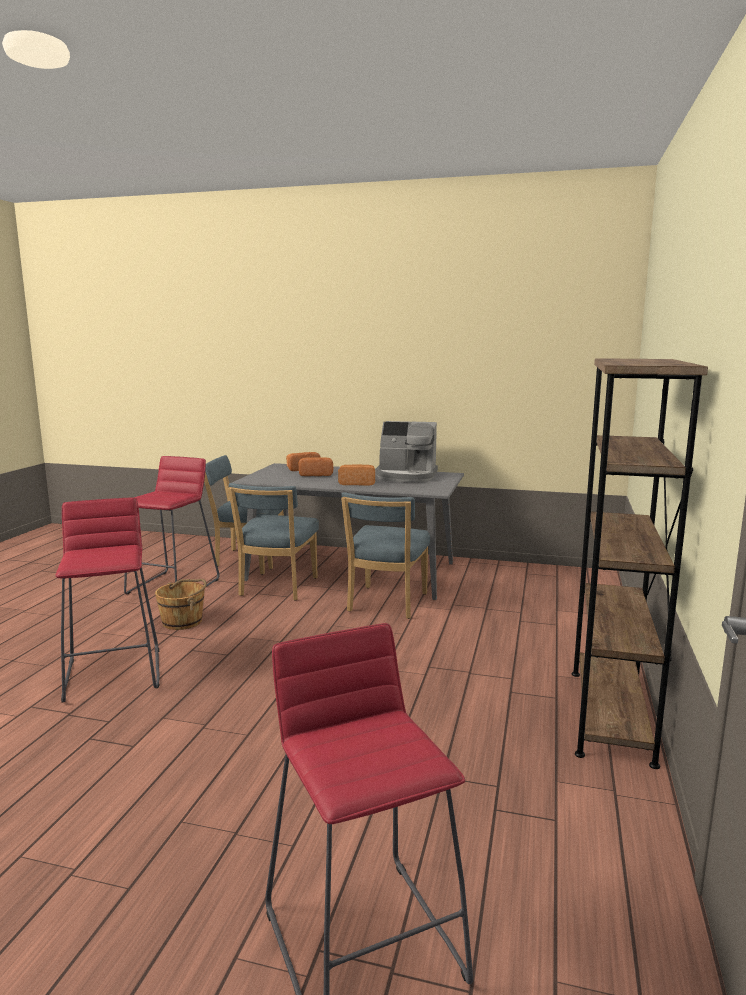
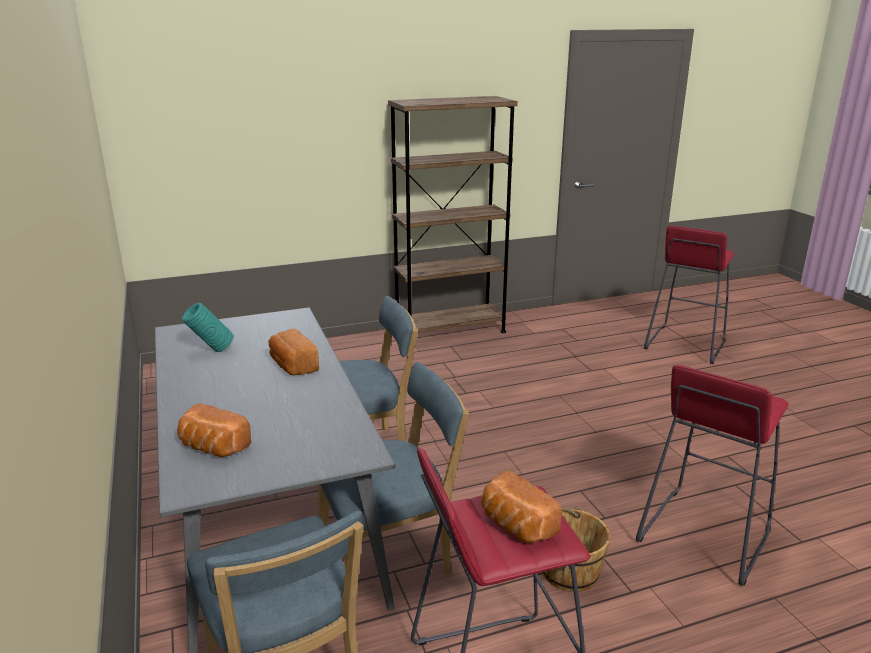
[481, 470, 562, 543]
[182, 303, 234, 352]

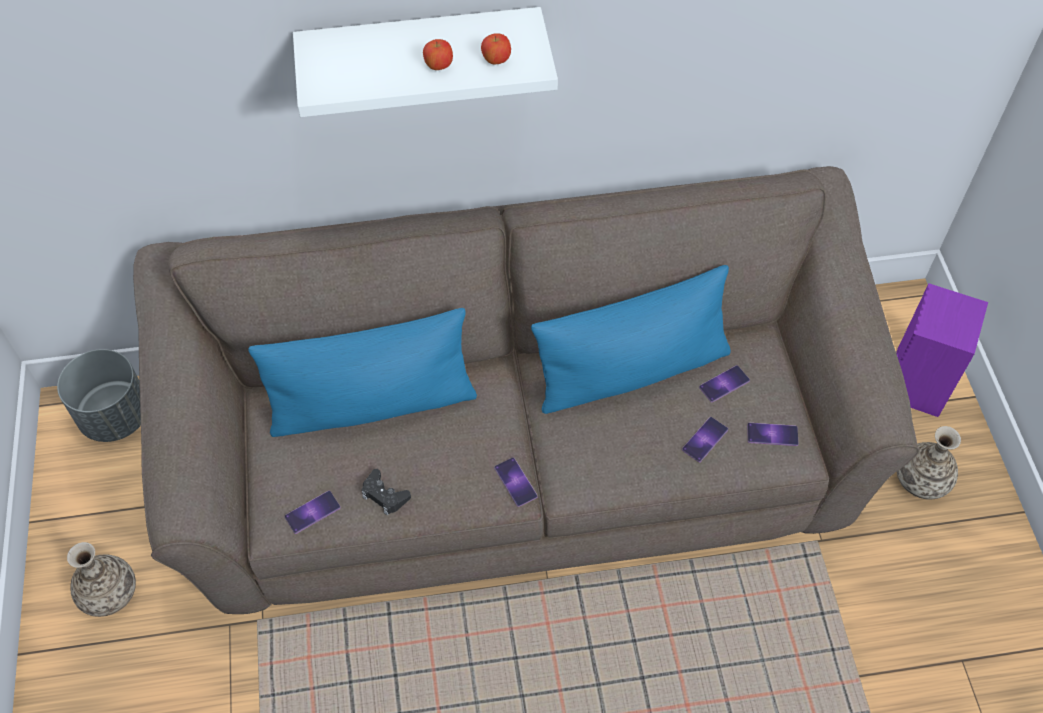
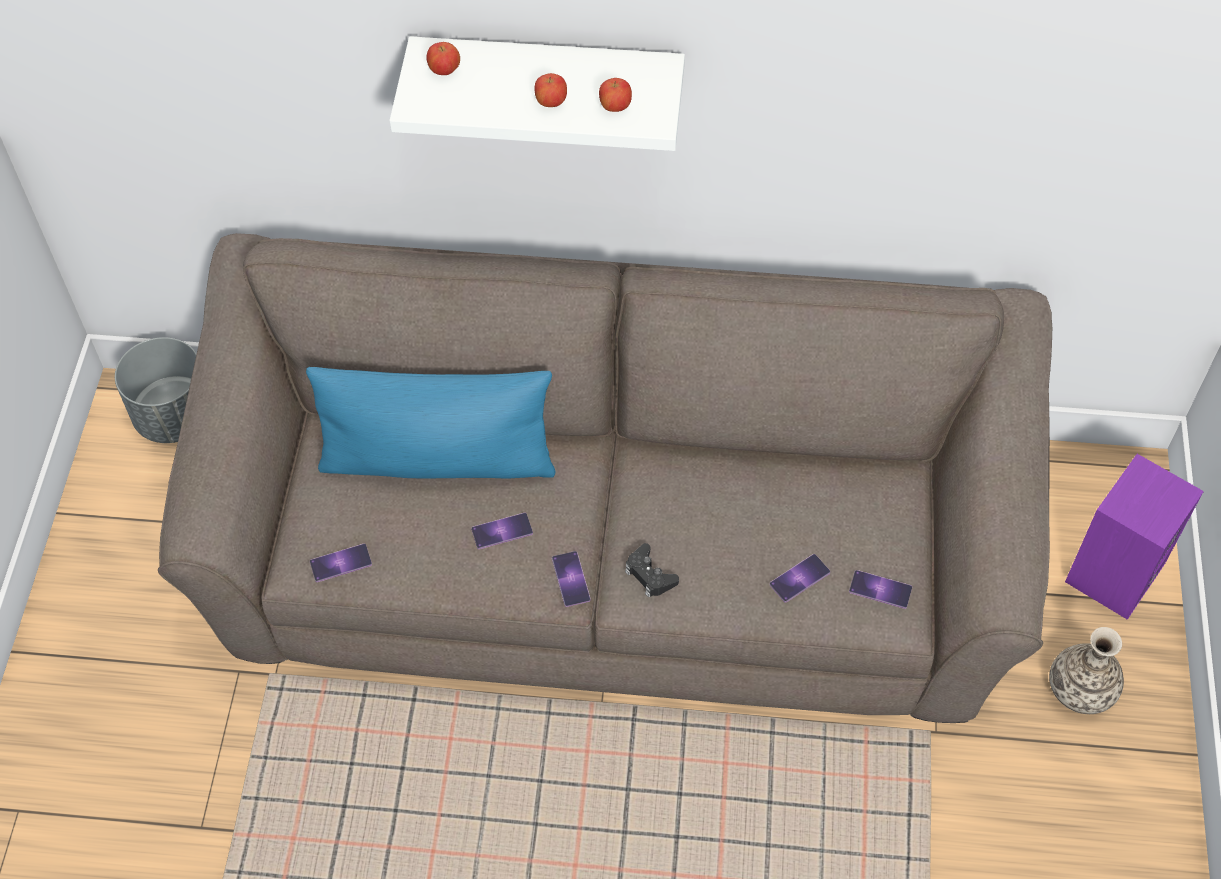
[67, 542, 136, 617] (first image)
[625, 543, 679, 597]
[531, 265, 731, 414] (first image)
[471, 513, 533, 549]
[426, 42, 460, 75]

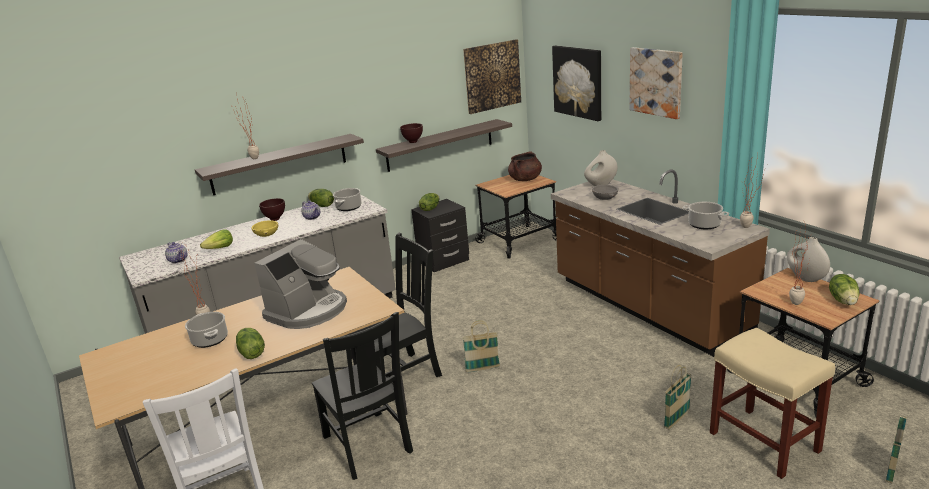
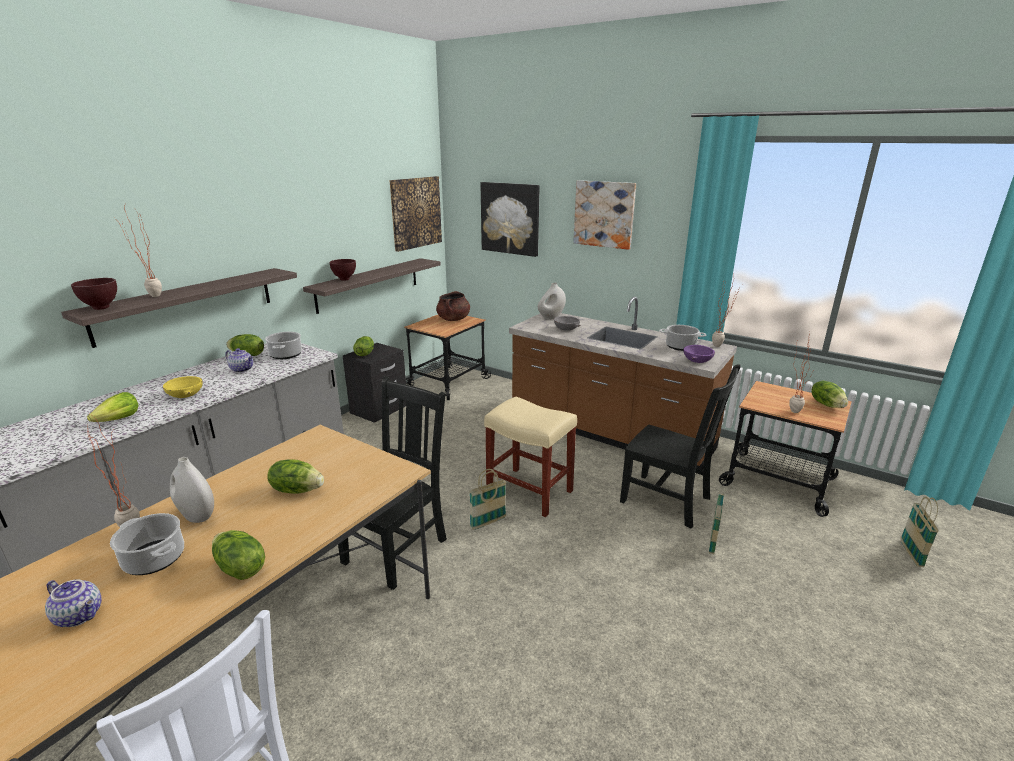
[45, 579, 102, 627]
[267, 459, 324, 494]
[71, 278, 117, 310]
[620, 364, 741, 529]
[484, 397, 577, 517]
[170, 457, 214, 523]
[683, 345, 715, 363]

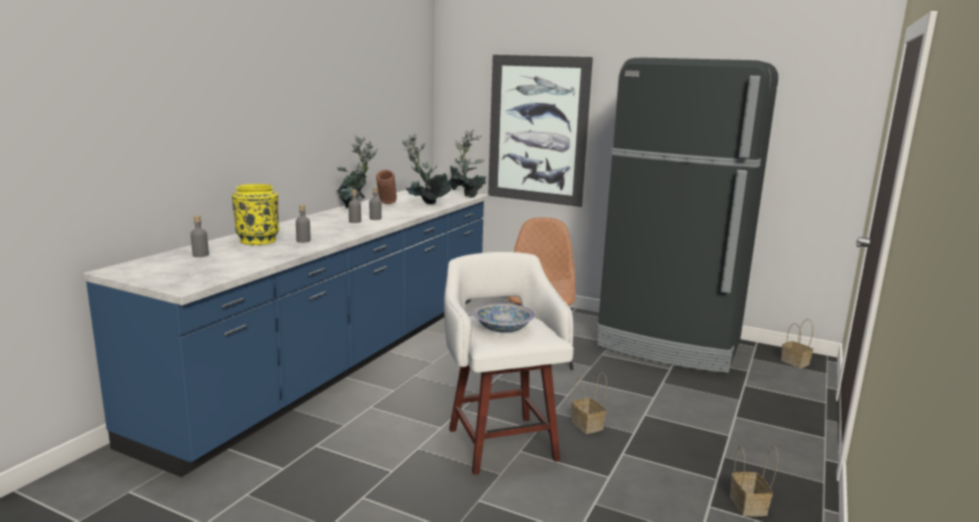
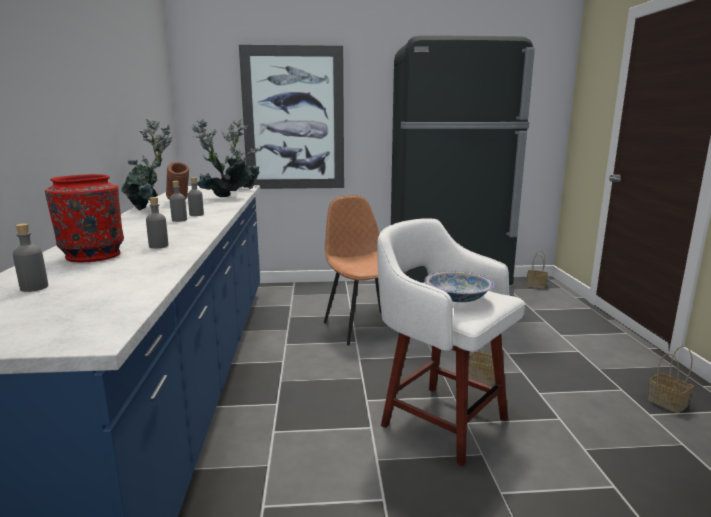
[45, 174, 124, 262]

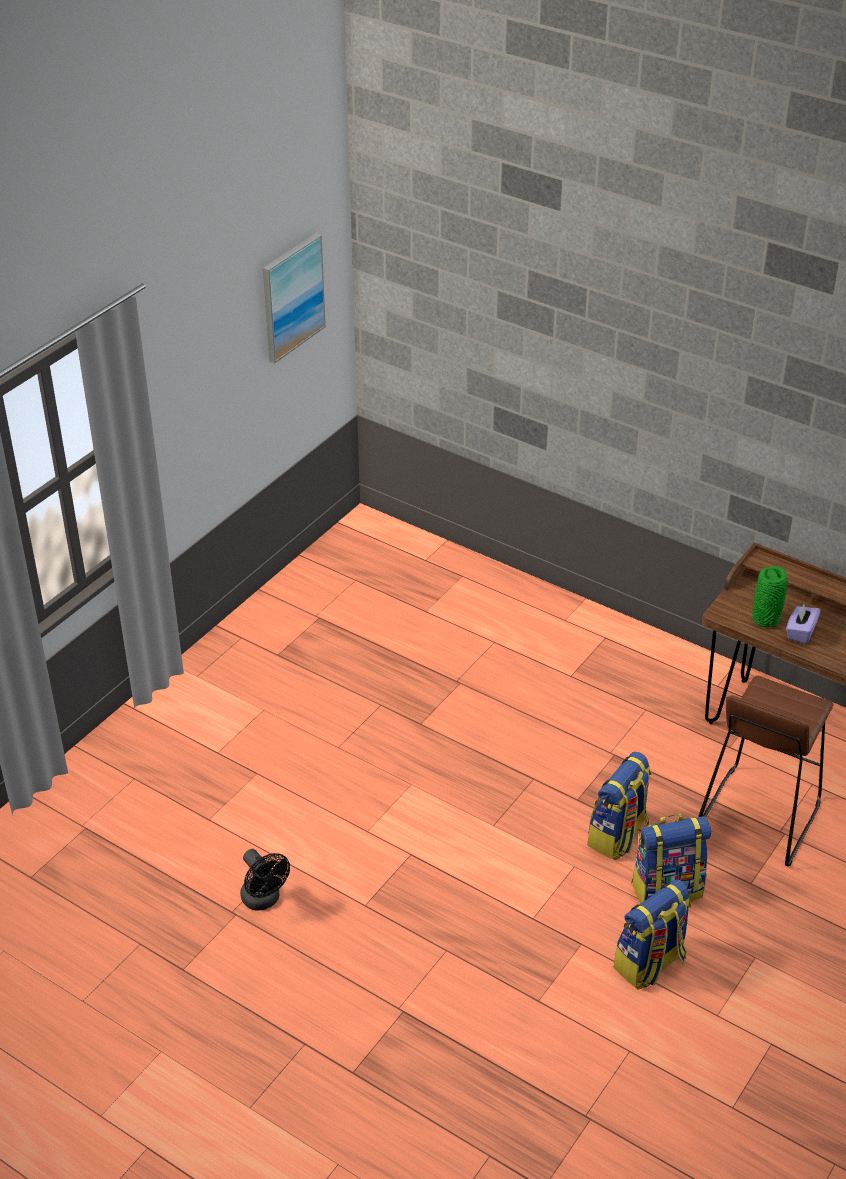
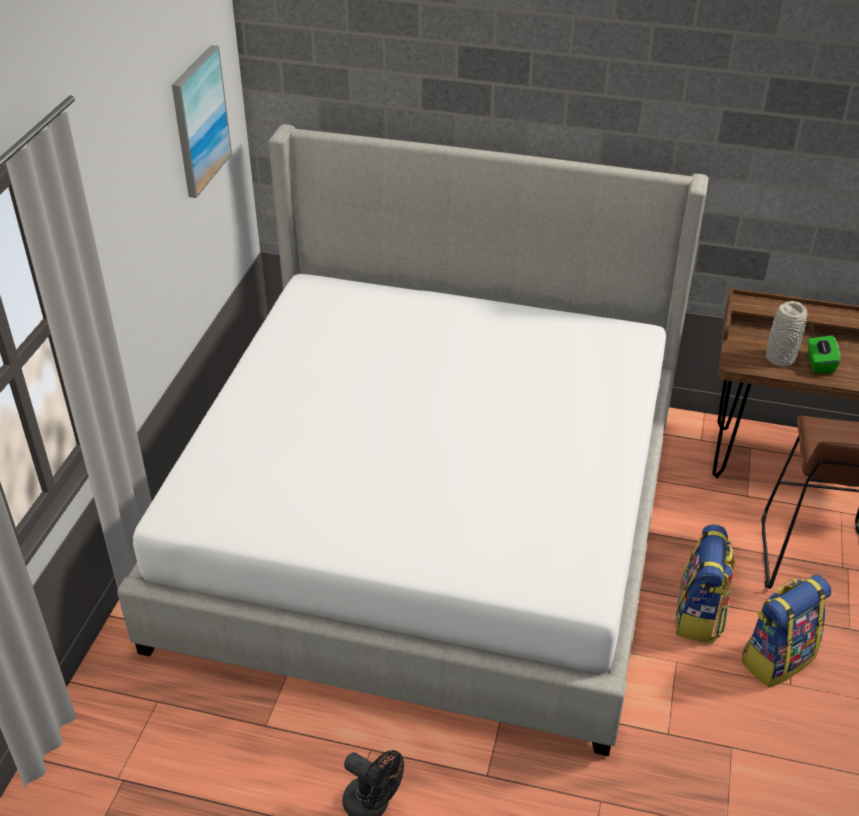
[614, 879, 691, 990] (first image)
[766, 301, 807, 367]
[808, 335, 841, 374]
[117, 124, 709, 756]

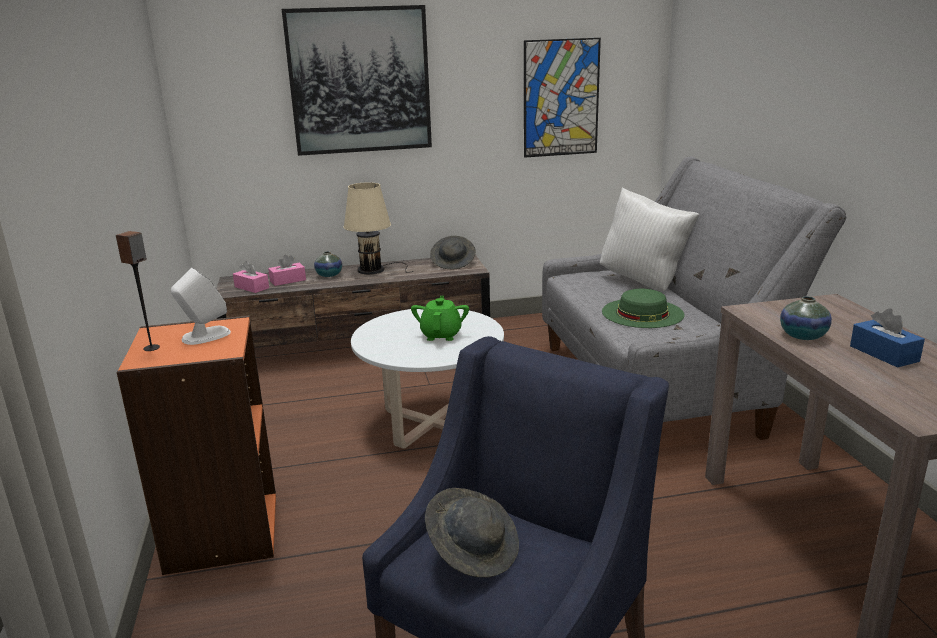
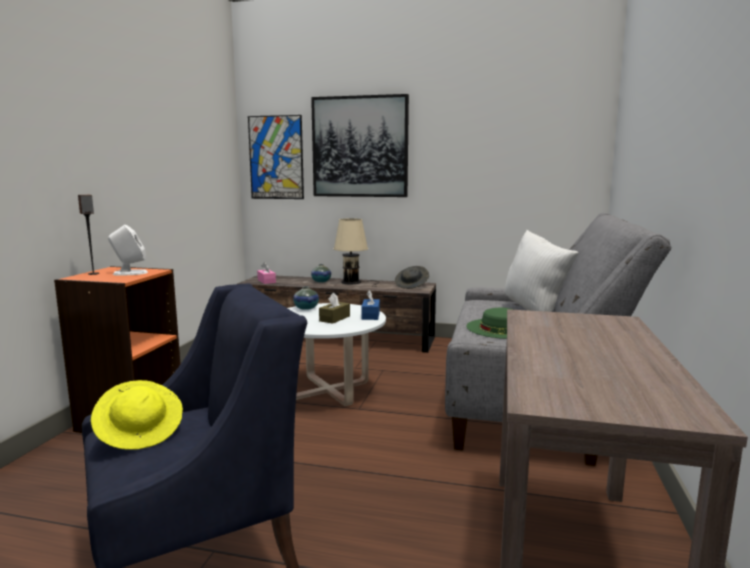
[268, 255, 306, 286] (first image)
[319, 292, 350, 324]
[91, 380, 183, 450]
[248, 115, 304, 199]
[293, 286, 319, 310]
[361, 290, 380, 320]

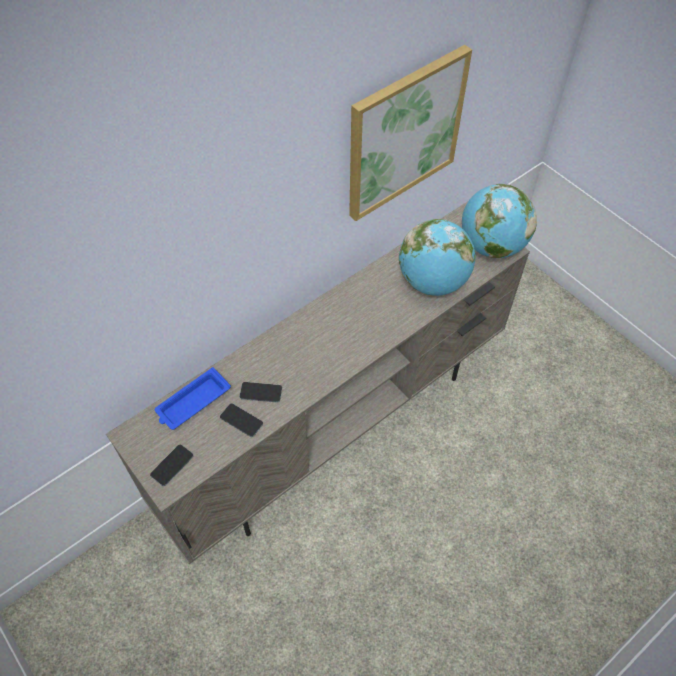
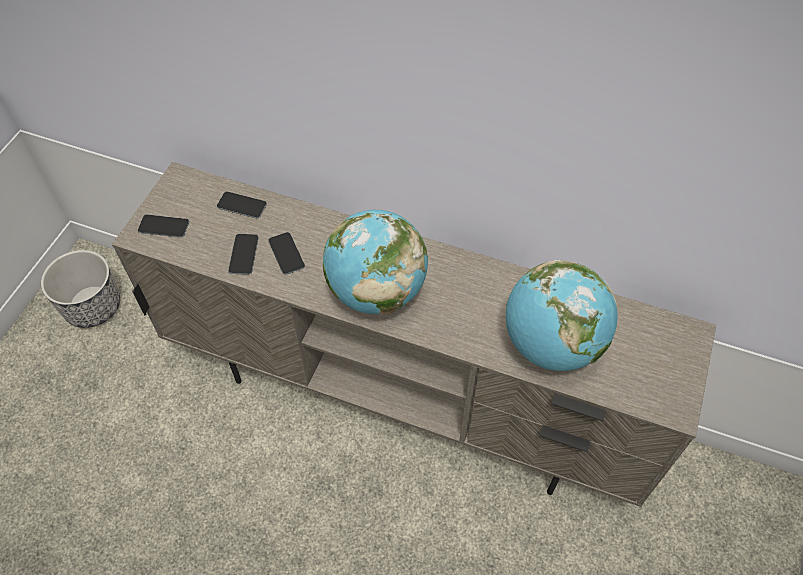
[217, 192, 267, 218]
[349, 45, 472, 221] (first image)
[323, 210, 428, 314]
[41, 250, 120, 328]

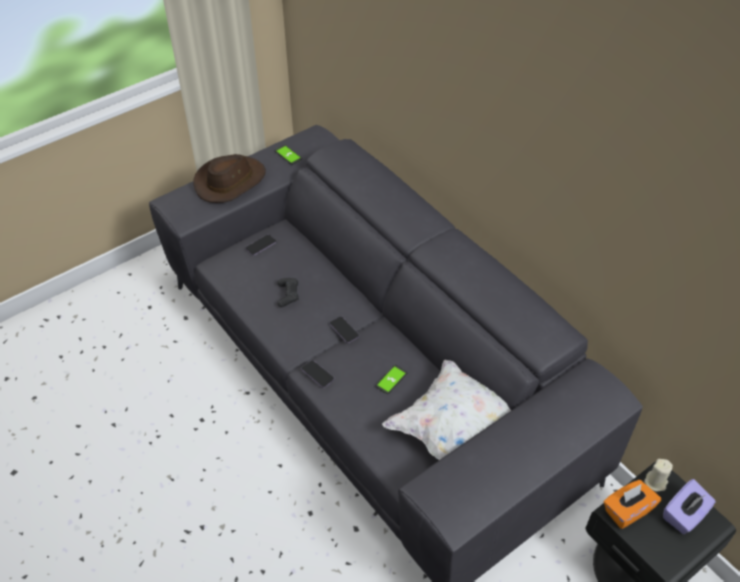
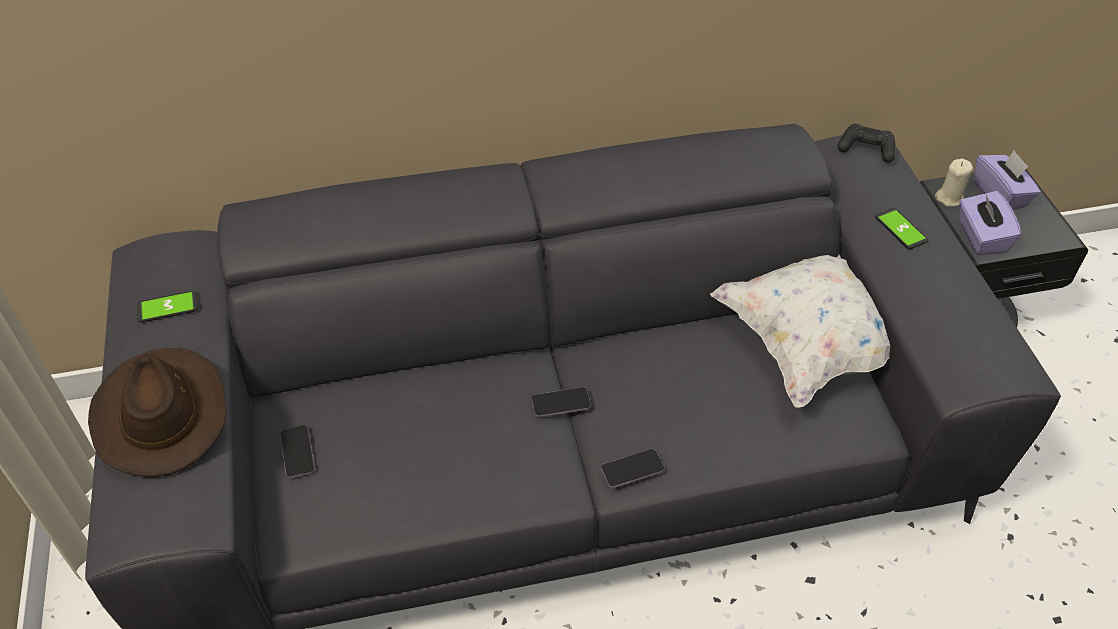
[837, 124, 895, 163]
[875, 208, 928, 249]
[959, 191, 1021, 255]

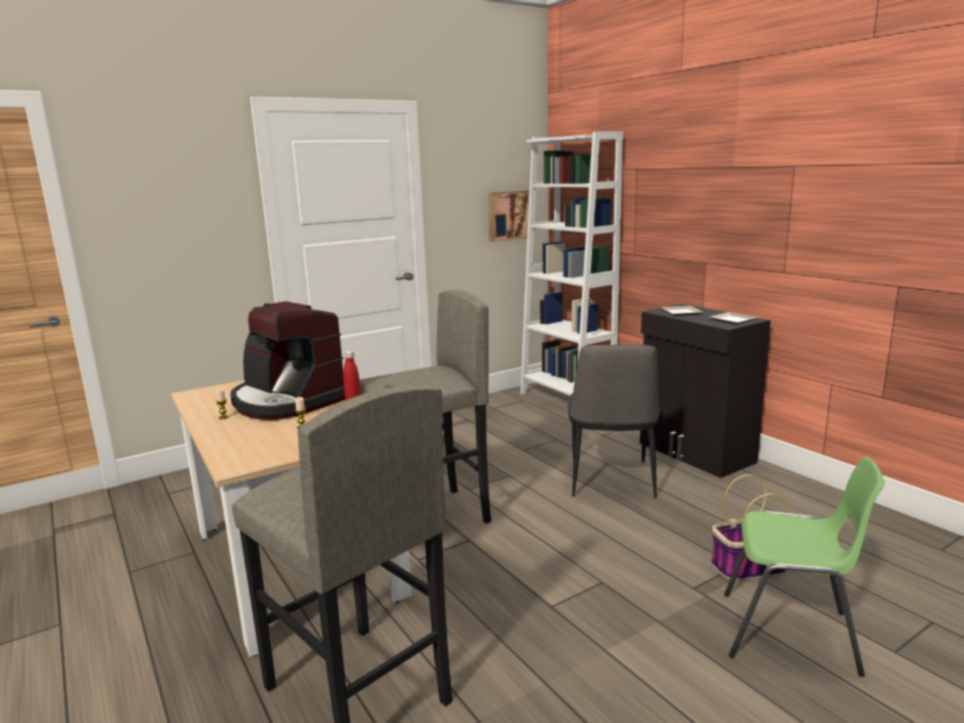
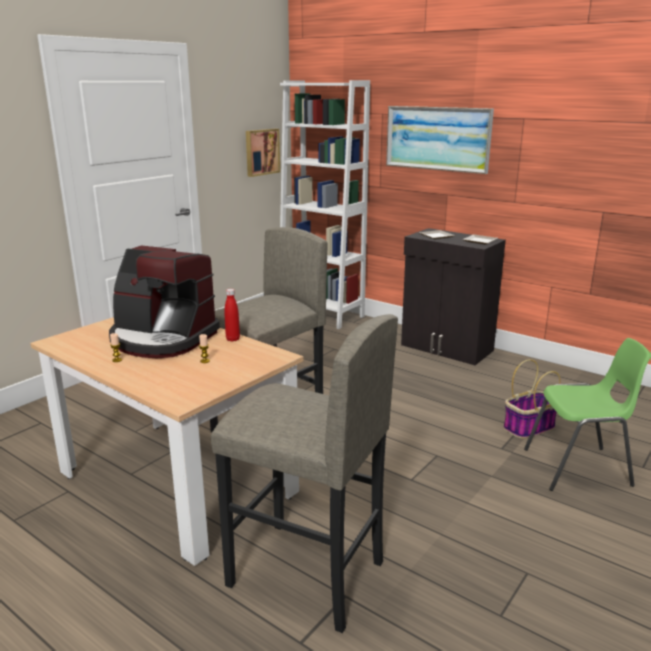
[568, 345, 659, 498] (first image)
[386, 106, 494, 174]

